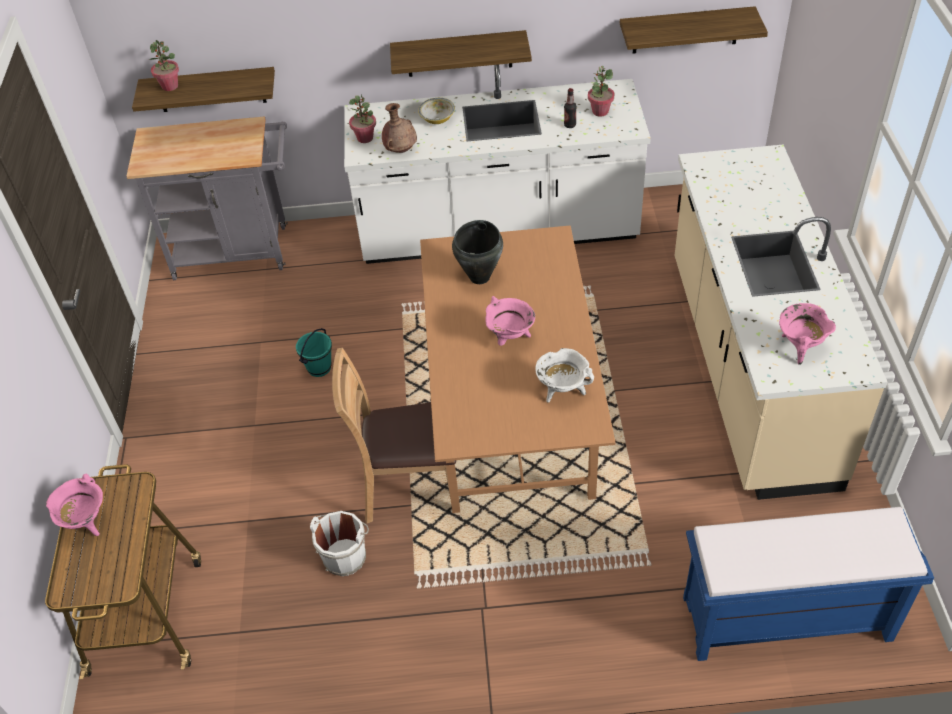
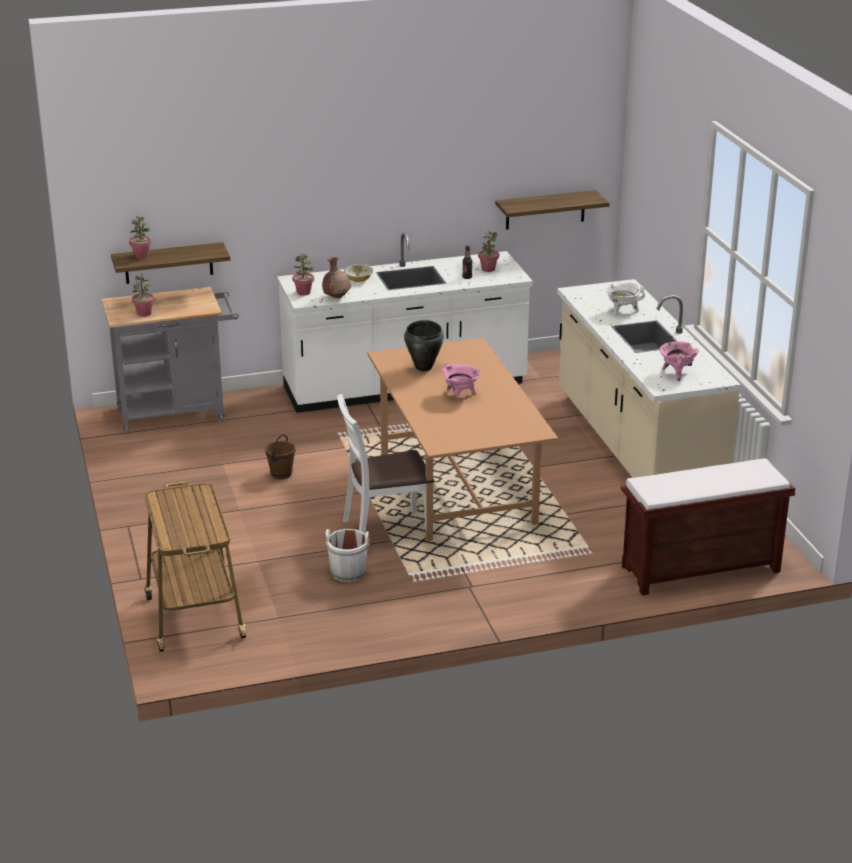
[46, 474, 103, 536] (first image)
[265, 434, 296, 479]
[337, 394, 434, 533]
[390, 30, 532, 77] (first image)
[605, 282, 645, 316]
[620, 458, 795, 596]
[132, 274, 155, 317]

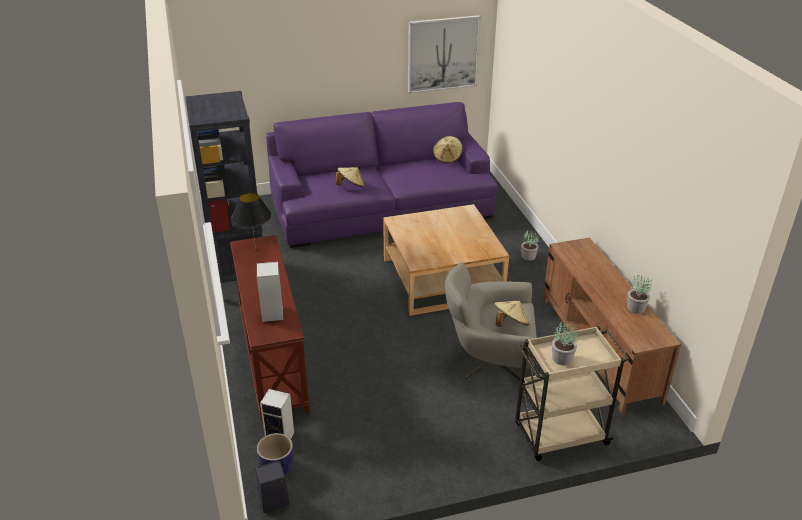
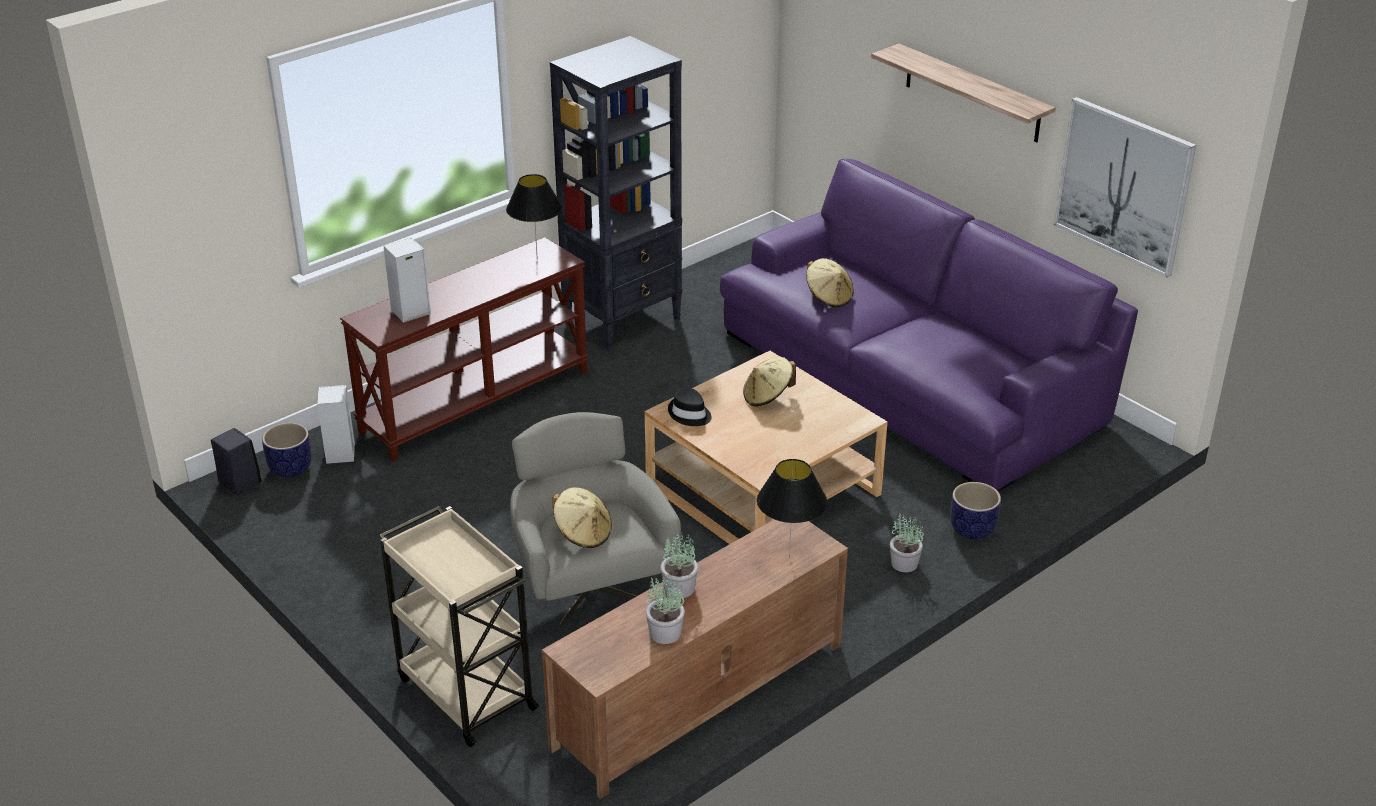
[743, 357, 796, 407]
[661, 532, 698, 598]
[668, 387, 712, 426]
[757, 459, 827, 558]
[871, 44, 1056, 142]
[950, 482, 1001, 540]

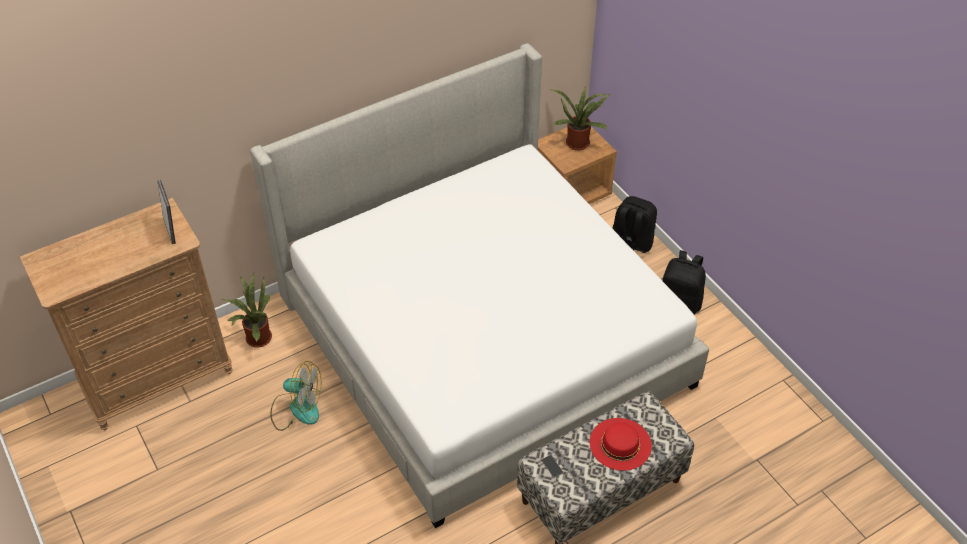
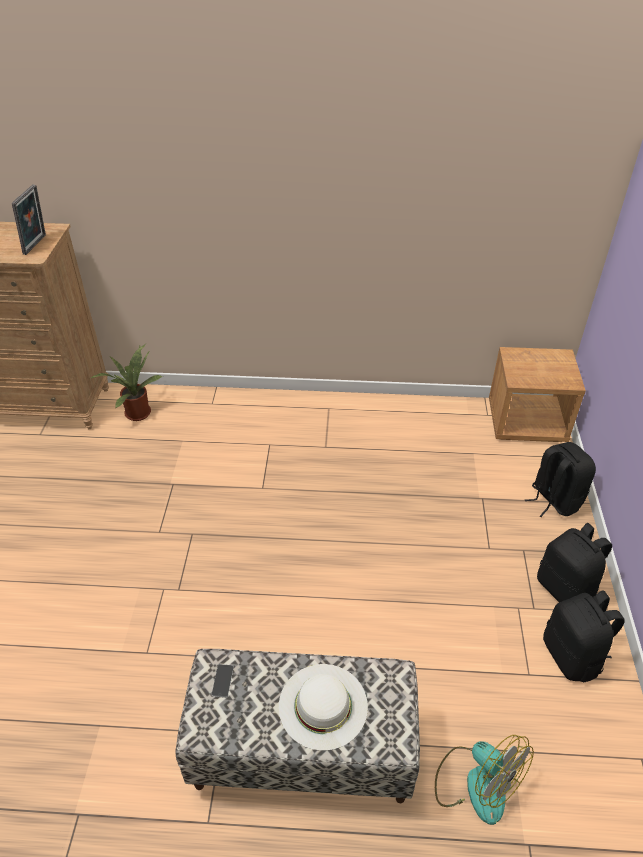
[250, 43, 709, 528] (first image)
[435, 735, 534, 825]
[550, 86, 611, 150] (first image)
[279, 664, 368, 751]
[543, 590, 625, 682]

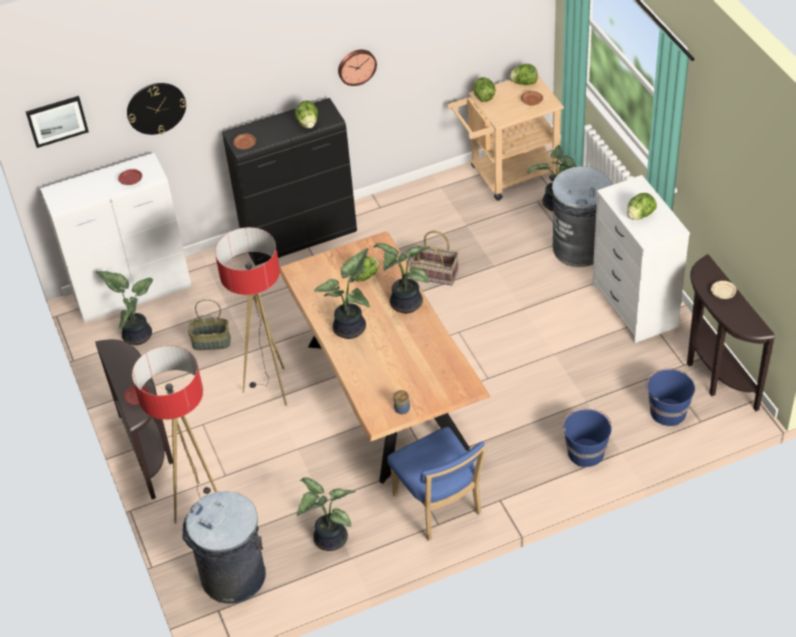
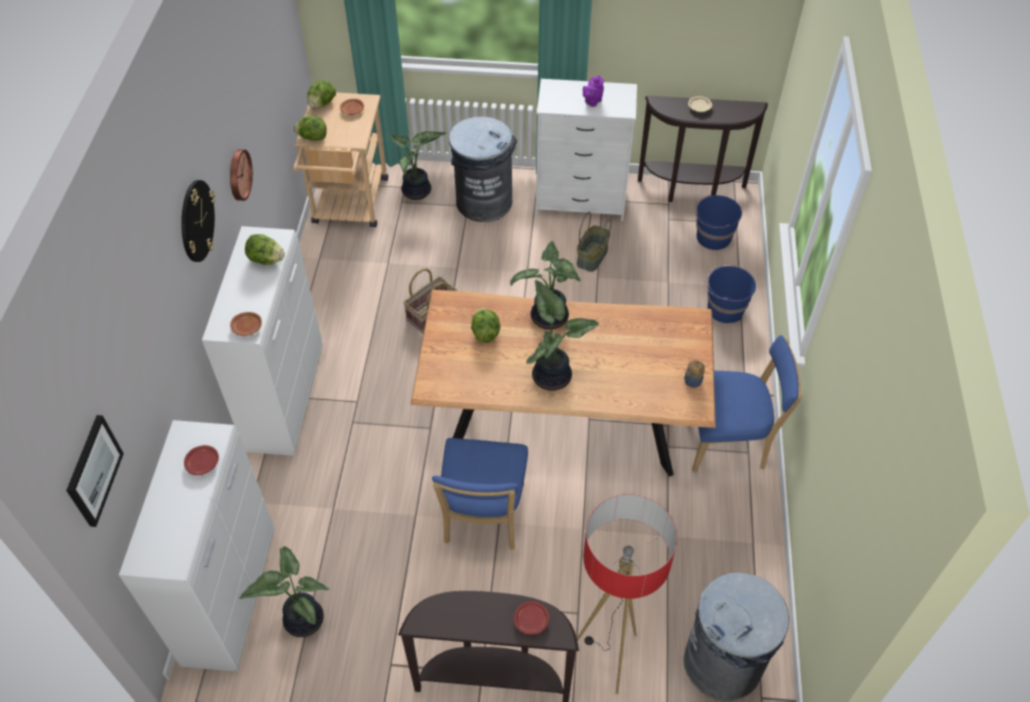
[181, 180, 215, 262]
[577, 212, 612, 272]
[432, 438, 528, 550]
[202, 226, 323, 456]
[297, 477, 356, 551] (first image)
[583, 75, 604, 107]

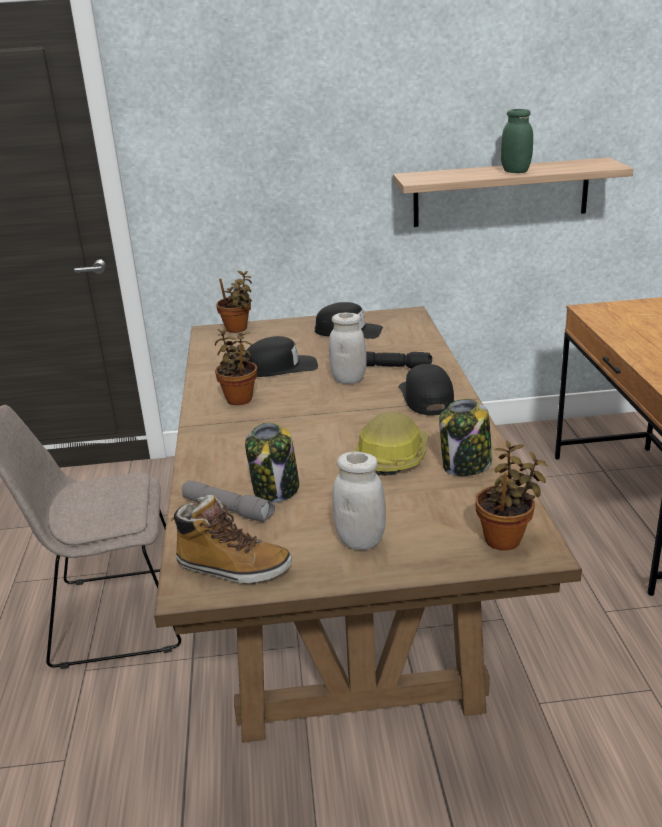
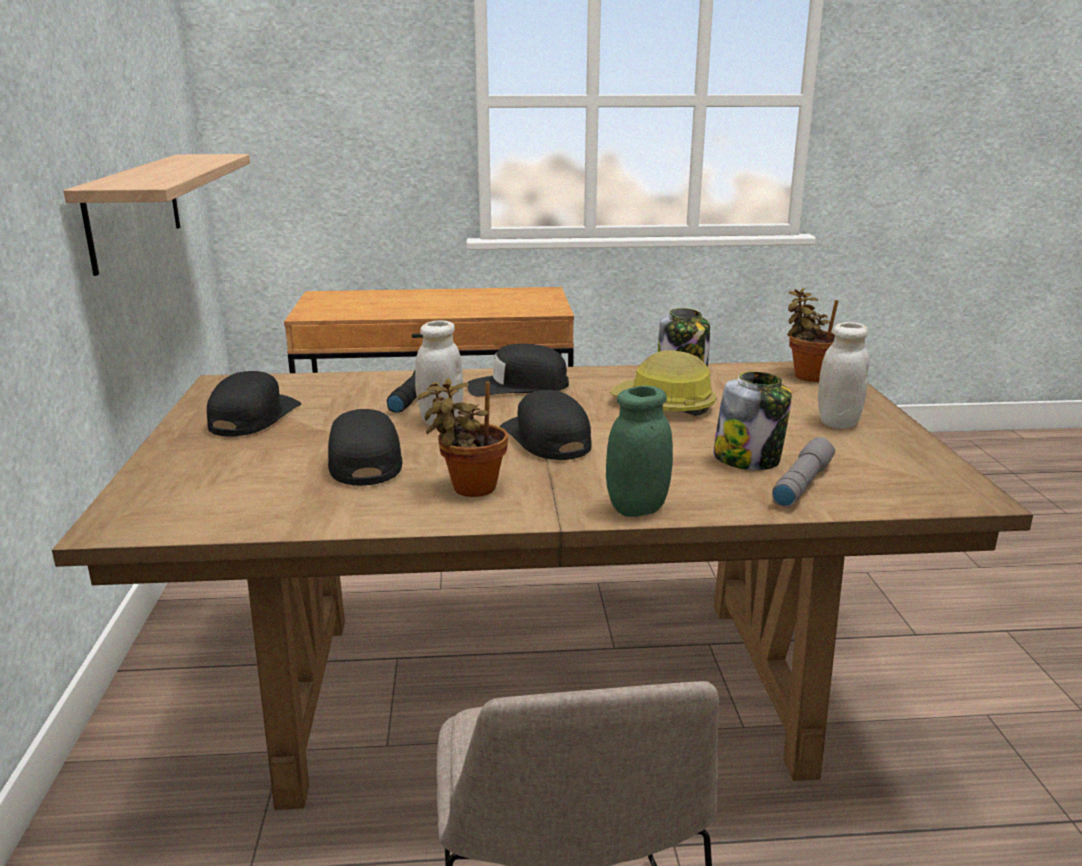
[171, 495, 292, 584] (first image)
[216, 271, 252, 333] (first image)
[606, 386, 673, 517]
[500, 390, 592, 460]

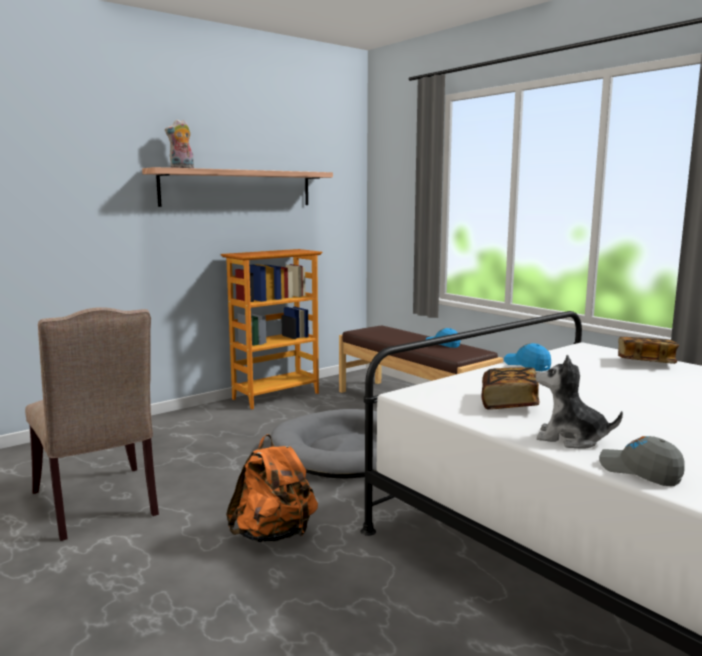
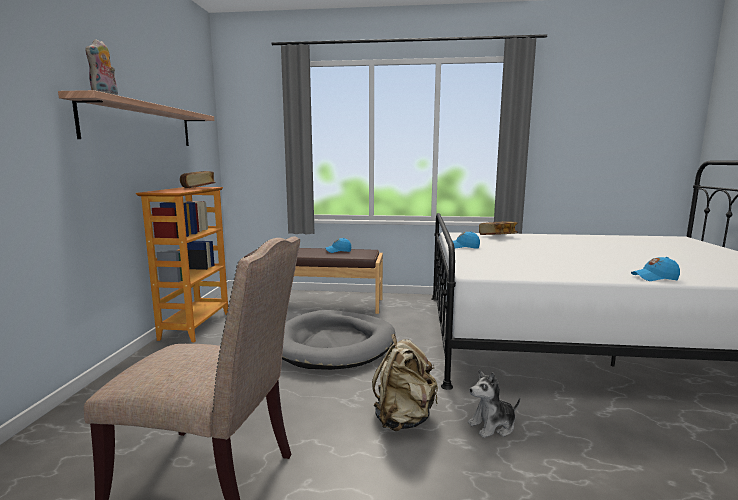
[372, 334, 438, 431]
[180, 171, 216, 188]
[468, 370, 520, 438]
[631, 257, 680, 281]

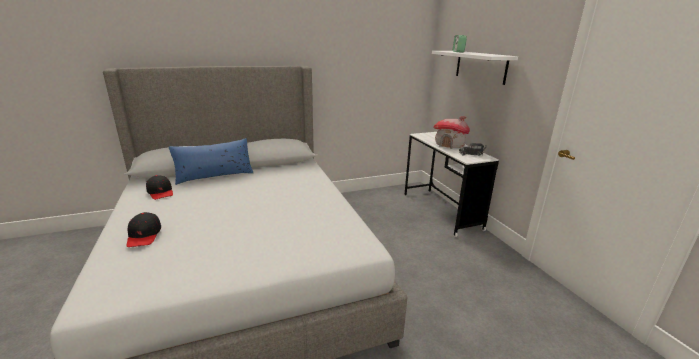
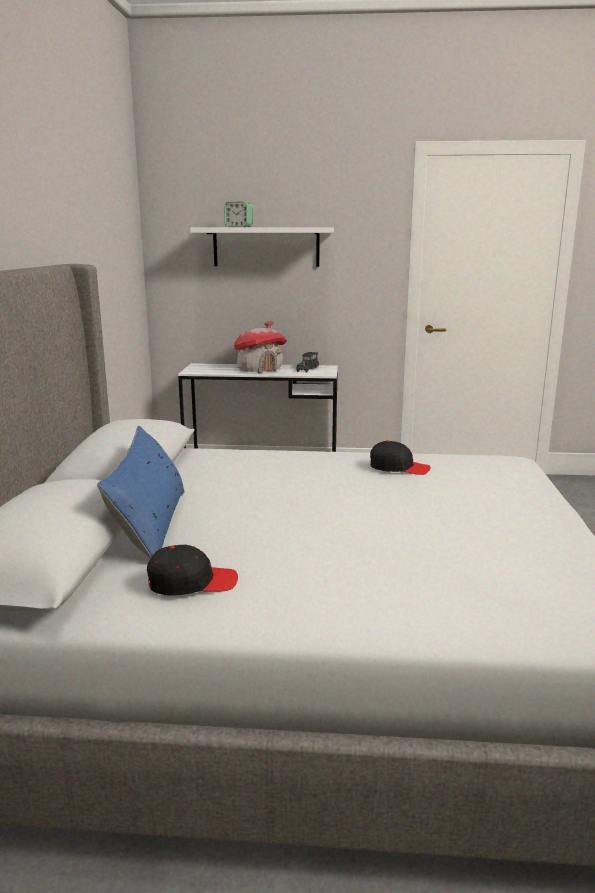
[370, 440, 430, 475]

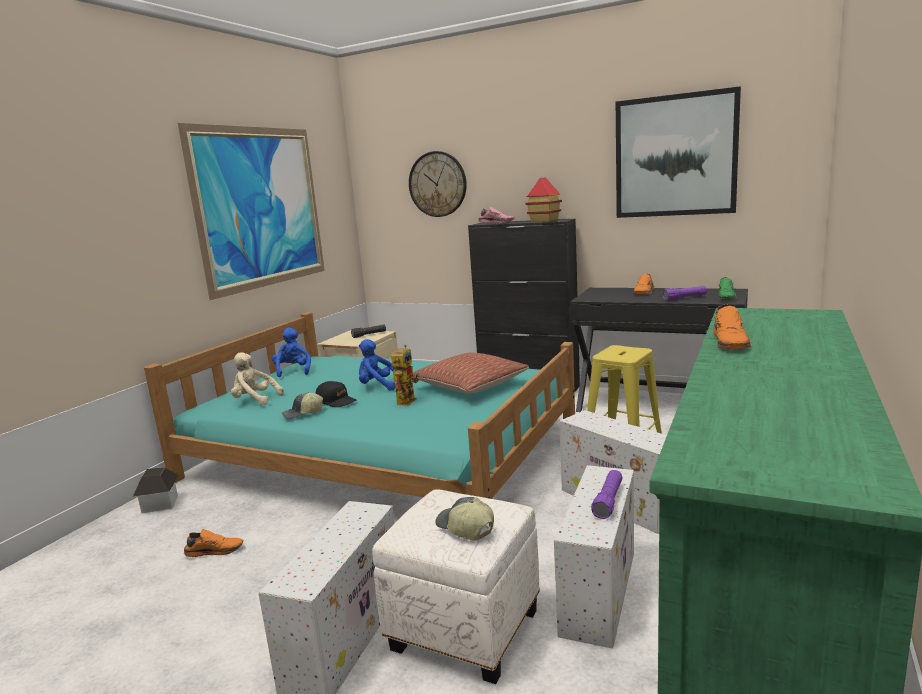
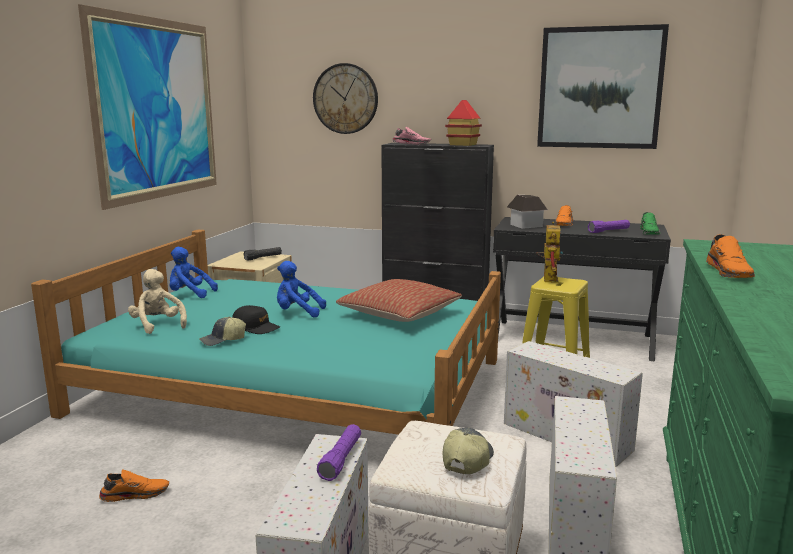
[507, 195, 548, 229]
[128, 269, 187, 334]
[170, 247, 218, 298]
[536, 222, 563, 283]
[443, 428, 494, 475]
[317, 424, 361, 481]

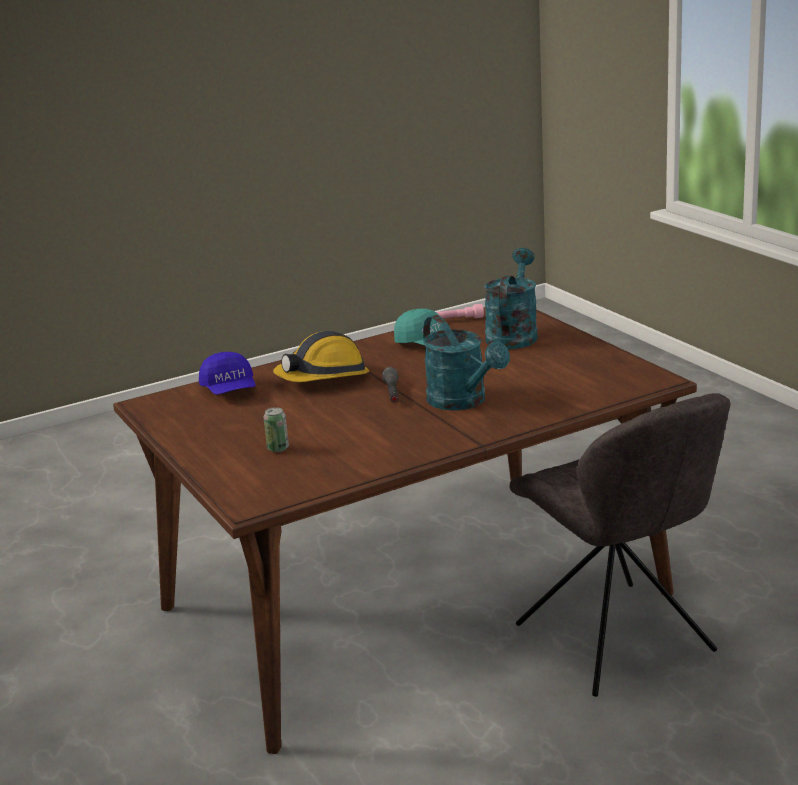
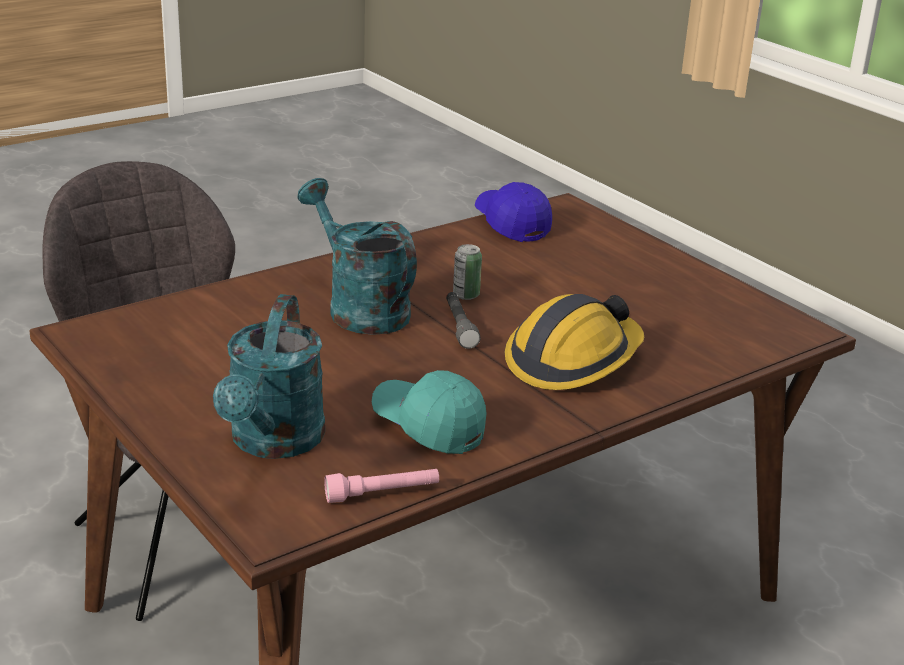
[475, 182, 552, 242]
[453, 244, 482, 300]

